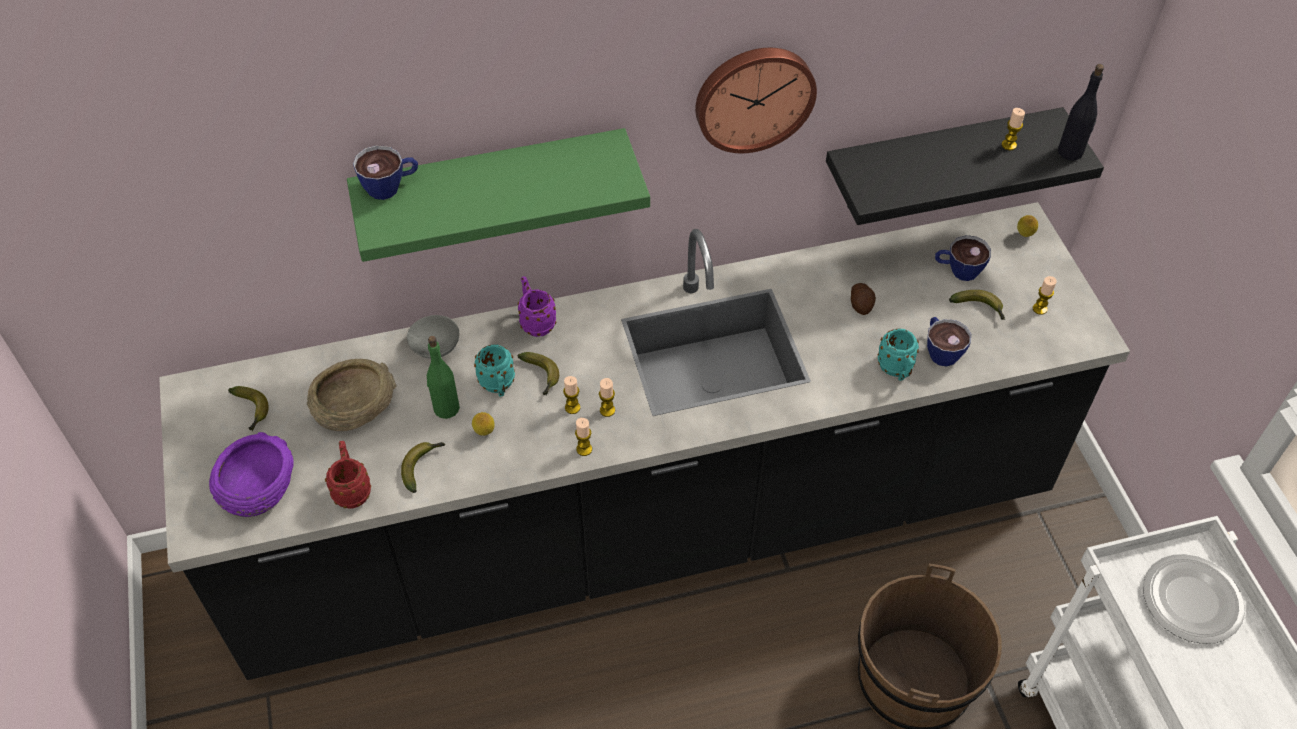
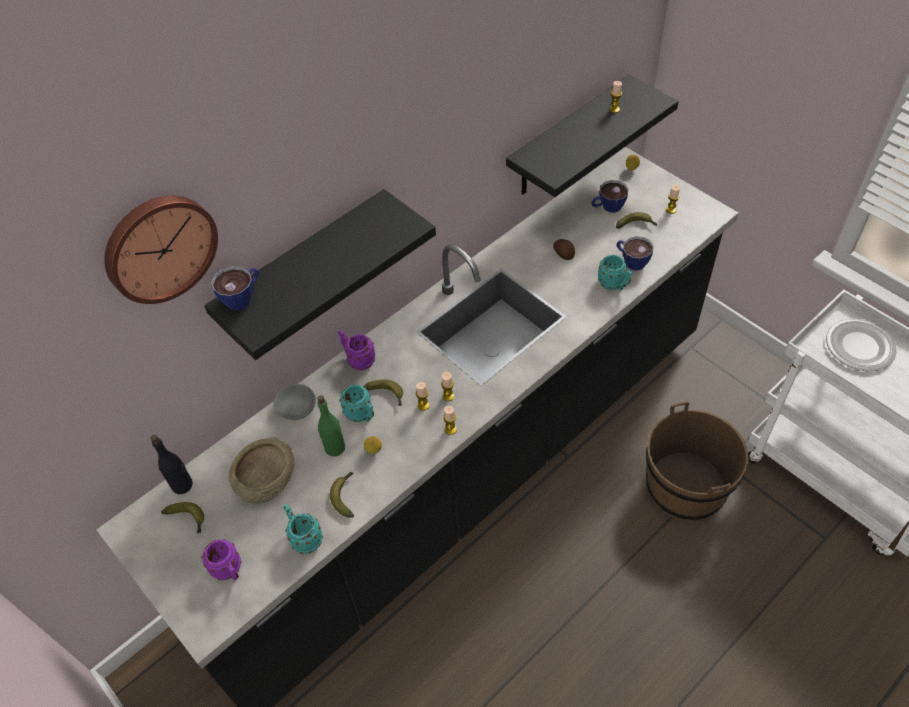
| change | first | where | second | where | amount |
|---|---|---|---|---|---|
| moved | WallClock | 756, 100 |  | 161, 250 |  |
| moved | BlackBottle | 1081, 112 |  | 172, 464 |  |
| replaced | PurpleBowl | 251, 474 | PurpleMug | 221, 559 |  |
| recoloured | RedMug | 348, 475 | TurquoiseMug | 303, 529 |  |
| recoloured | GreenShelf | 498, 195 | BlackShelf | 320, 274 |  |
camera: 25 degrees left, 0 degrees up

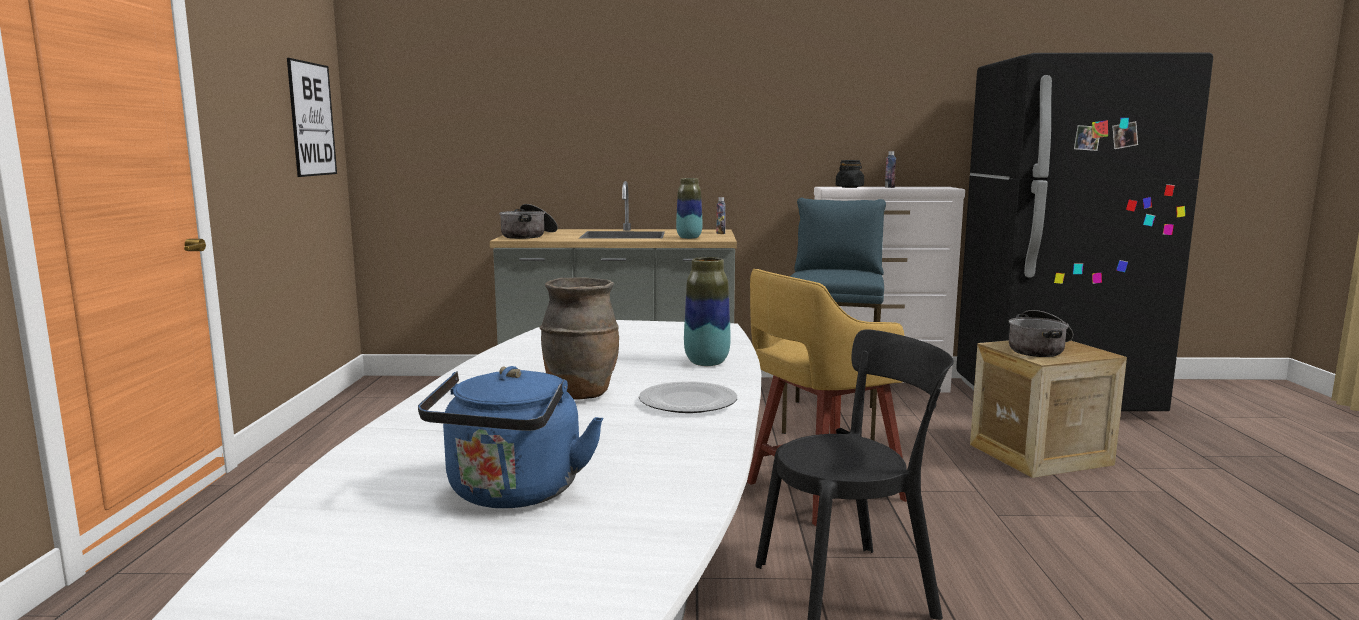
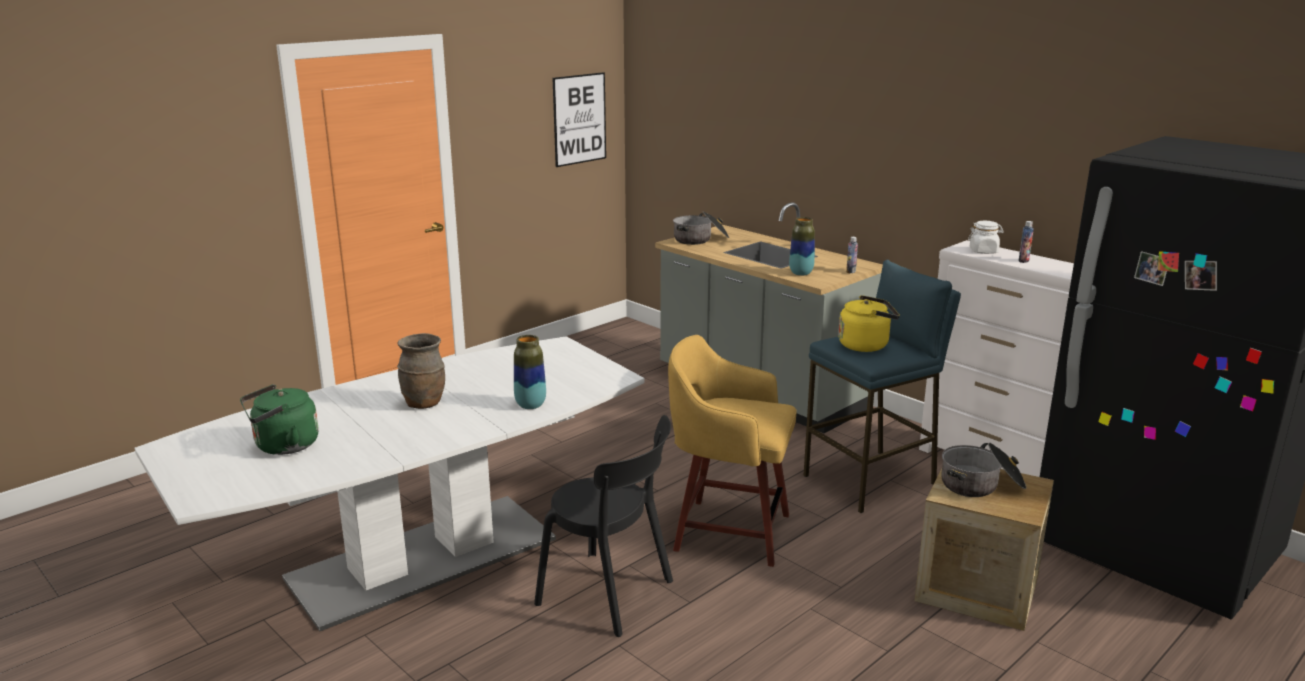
| change | first | where | second | where | amount |
|---|---|---|---|---|---|
| removed | Plate | 688, 397 |  |  |  |
| added |  |  | YellowKettle | 869, 323 |  |
| recoloured | BlueKettle | 510, 437 | GreenKettle | 279, 419 |  |
| recoloured | BlackJar | 850, 174 | WhiteJar | 986, 237 |  |
camera: 45 degrees right, 10 degrees up

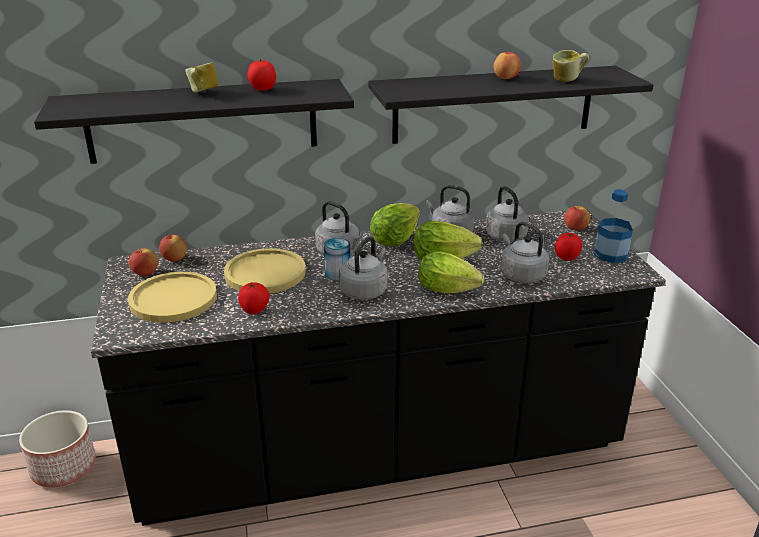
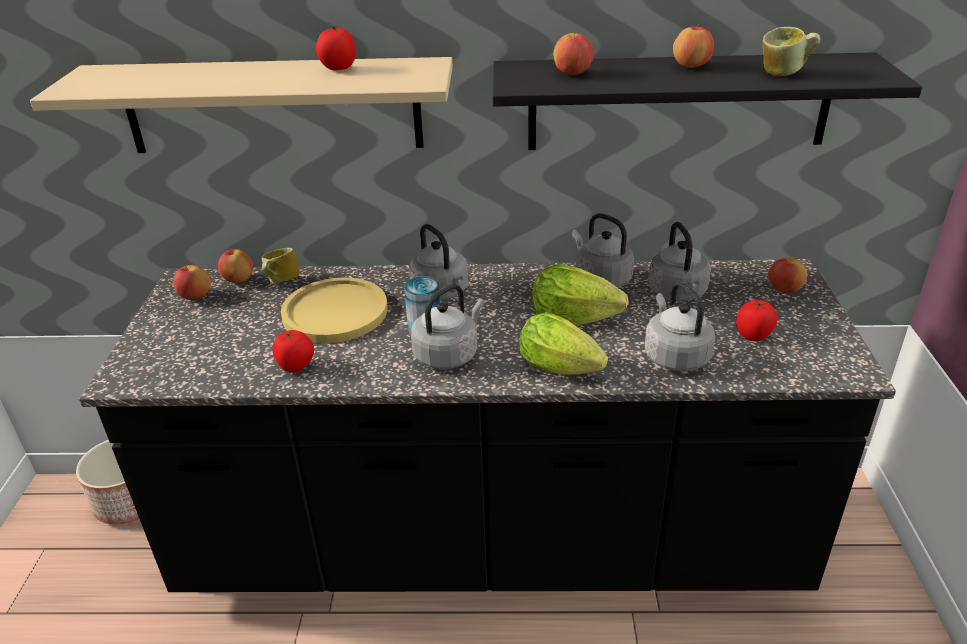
| change | first | where | second | where | amount |
|---|---|---|---|---|---|
| removed | YellowPlate | 172, 297 |  |  |  |
| removed | Lettuce | 395, 224 |  |  |  |
| removed | Bottle | 613, 226 |  |  |  |
| added |  |  | Apple | 573, 54 |  |
| moved | Mug | 201, 77 |  | 281, 266 |  |
| recoloured | BlackShelf | 194, 121 | BeigeShelf | 241, 105 |  |
camera: 15 degrees right, 5 degrees up

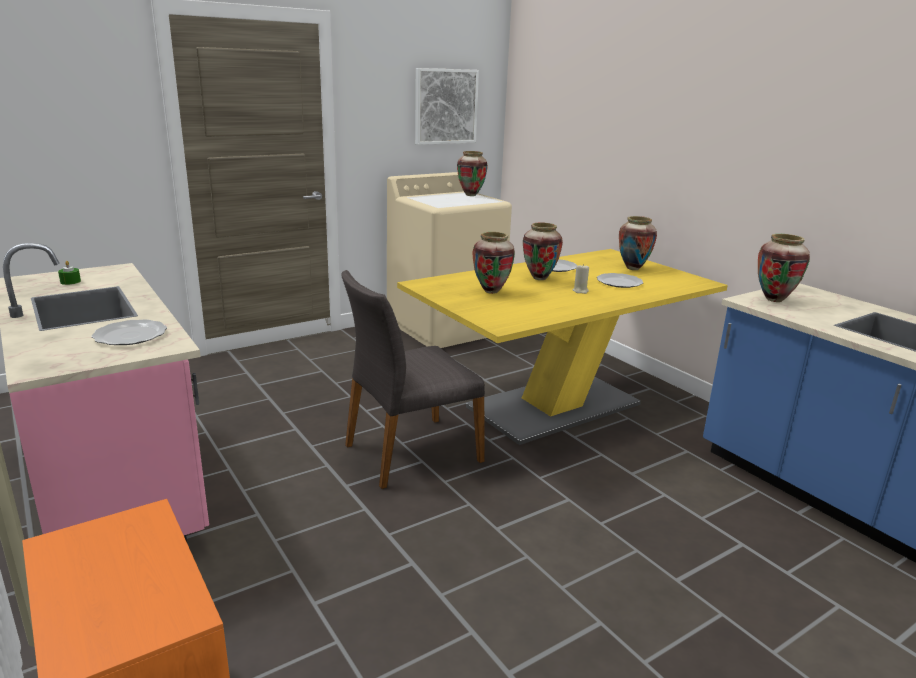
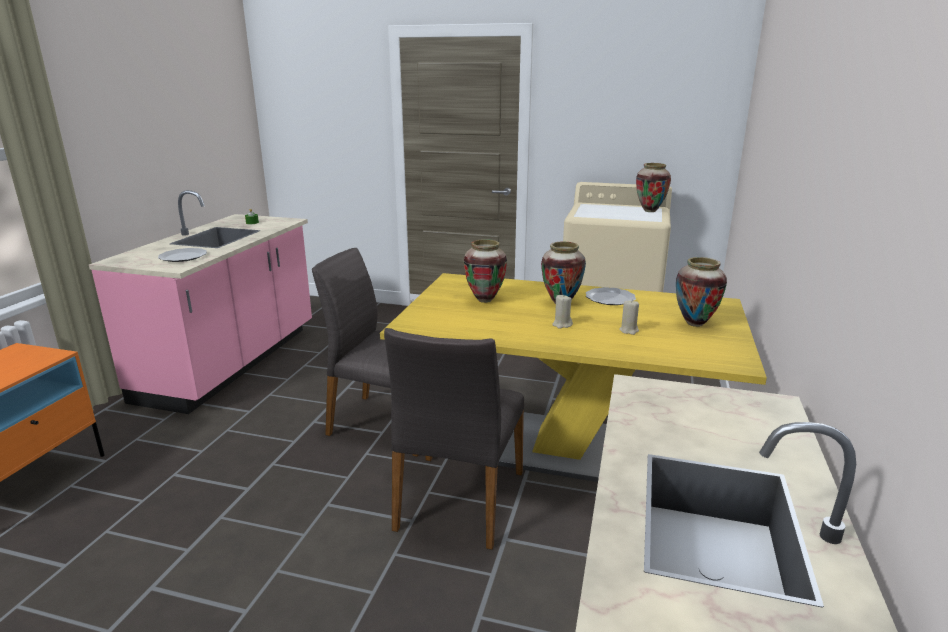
| change | first | where | second | where | amount |
|---|---|---|---|---|---|
| removed | Picture | 447, 106 |  |  |  |
| removed | Vase | 784, 268 |  |  |  |
| added |  |  | GreyChair | 454, 439 |  |
| replaced | Plate | 620, 280 | BeigeCandle | 629, 317 |  |
camera: 50 degrees right, 0 degrees up

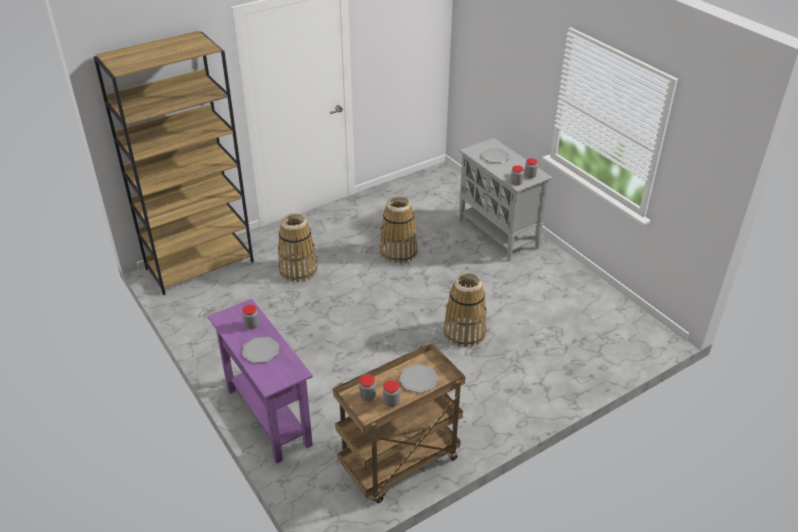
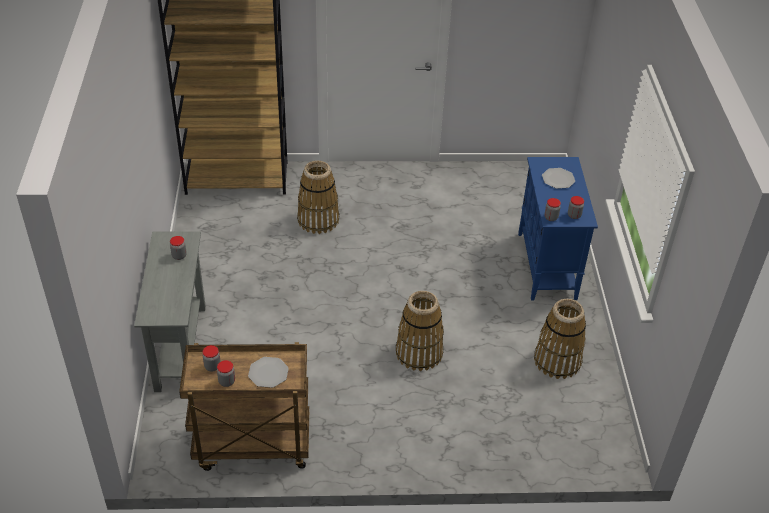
| change | first | where | second | where | amount |
|---|---|---|---|---|---|
| removed | Plate | 260, 350 |  |  |  |
| moved | Basket | 399, 230 |  | 560, 339 |  |
| recoloured | PurpleConsoleTable | 260, 381 | GreyConsoleTable | 170, 311 |  |
| recoloured | GreyCabinet | 505, 200 | BlueCabinet | 558, 228 |  |
camera: 30 degrees right, 5 degrees up

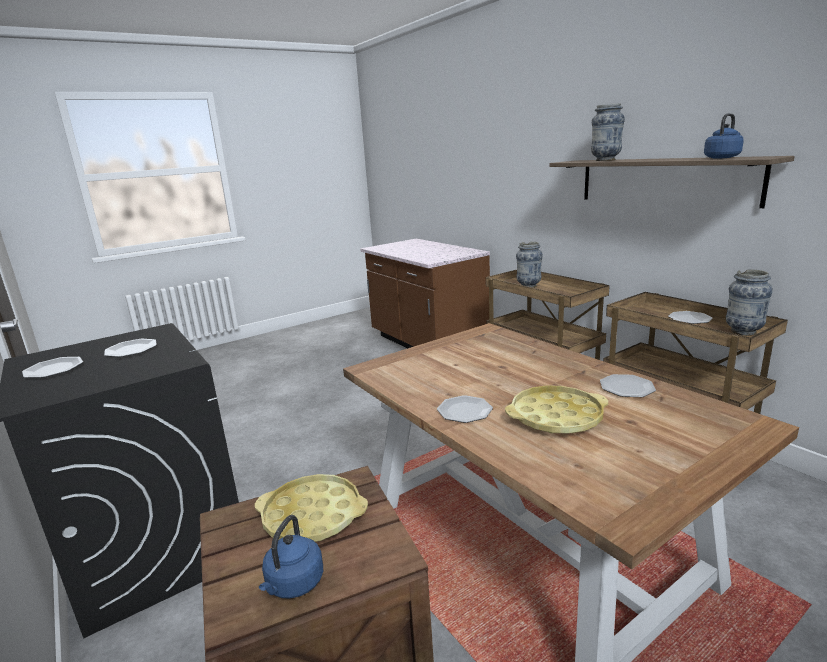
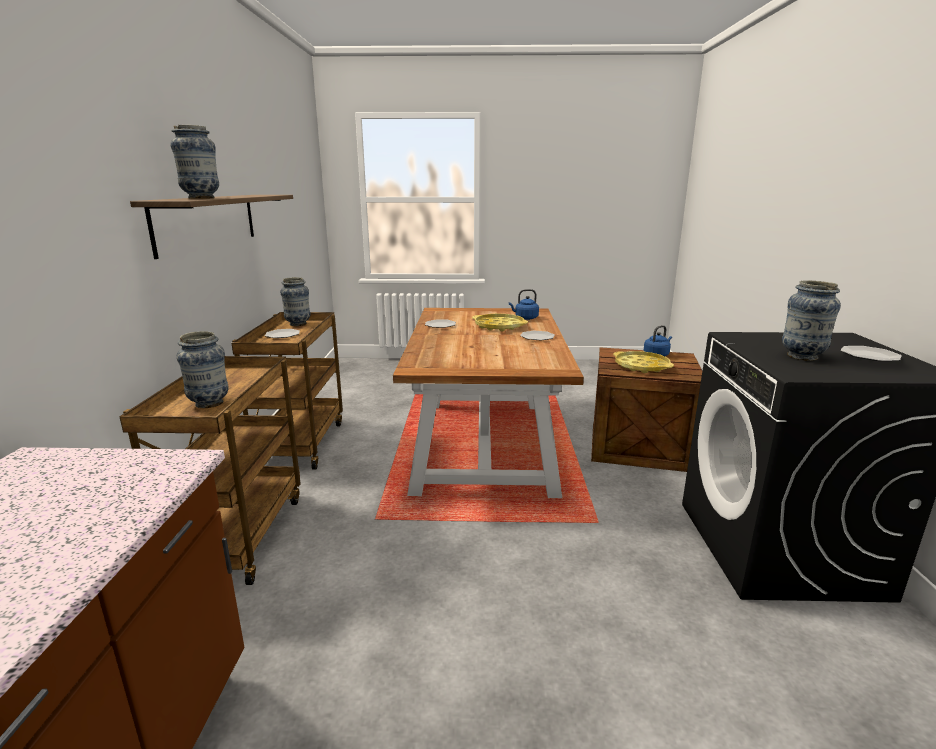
| change | first | where | second | where | amount |
|---|---|---|---|---|---|
| moved | BlueKettle | 724, 136 |  | 524, 304 |  |
| replaced | Plate | 130, 348 | Vase | 811, 320 |  |
camera: 145 degrees left, 0 degrees up

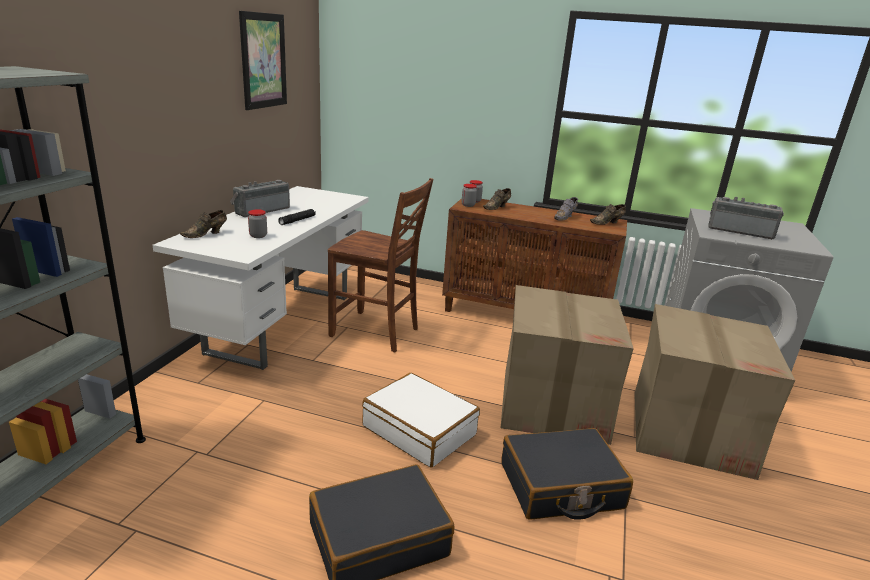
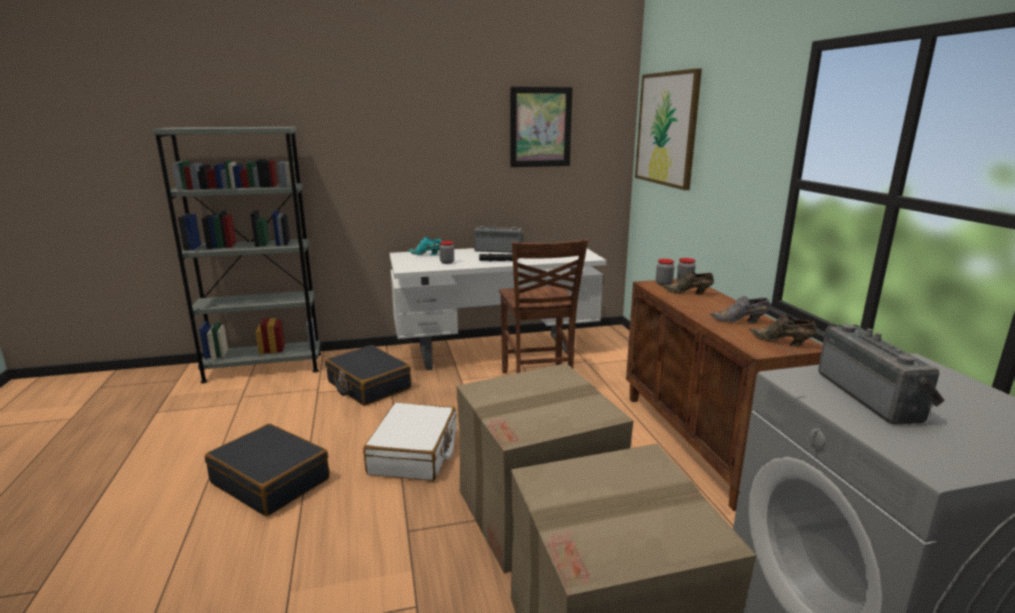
| change | first | where | second | where | amount |
|---|---|---|---|---|---|
| added |  |  | Picture | 668, 129 |  |
| moved | BlackSuitcase | 567, 474 |  | 368, 375 |  |
| recoloured | BrownShoe | 203, 224 | TurquoiseShoe | 425, 246 |  |
camera: 60 degrees right, 5 degrees down

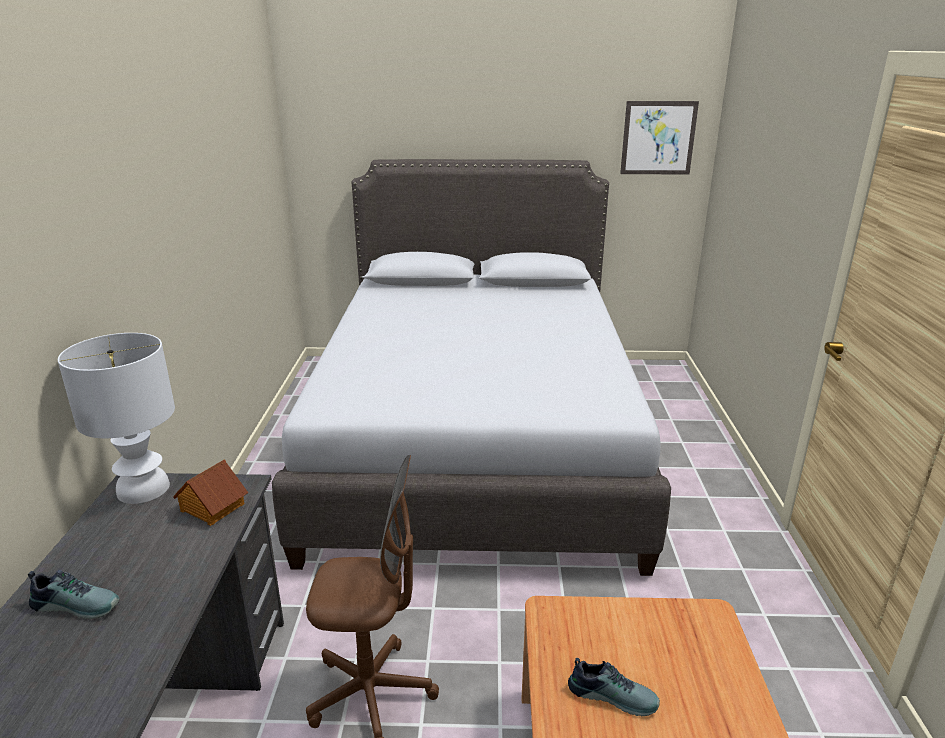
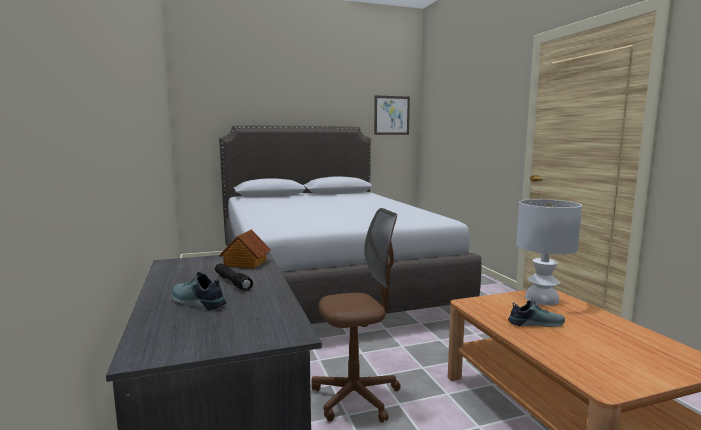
| change | first | where | second | where | amount |
|---|---|---|---|---|---|
| added |  |  | BlackFlashlight | 234, 277 |  |
| moved | WhiteTableLamp | 116, 418 |  | 549, 252 |  |
| turned | Shoe | 74, 594 |  | 198, 291 | 135 degrees counterclockwise |
camera: 20 degrees left, 15 degrees down

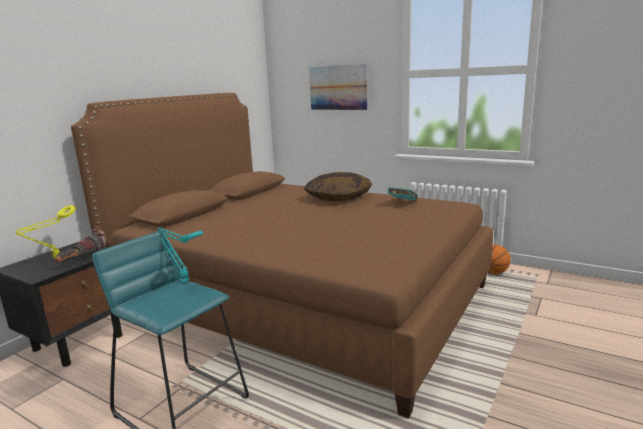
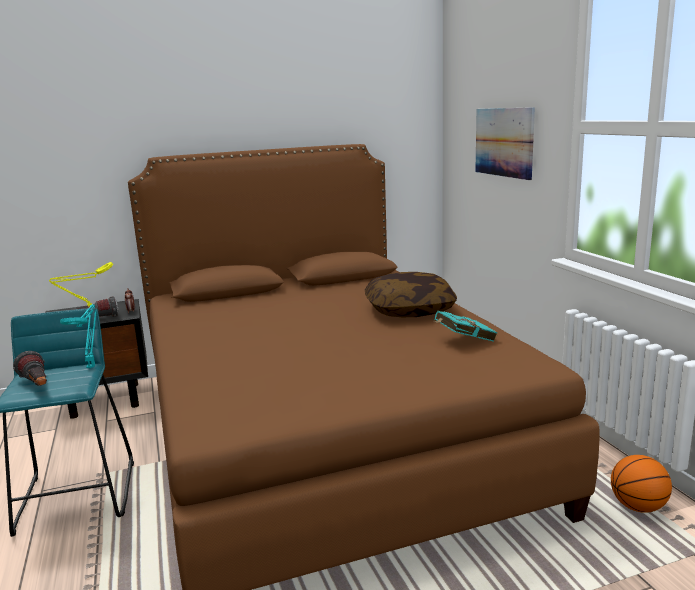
| change | first | where | second | where | amount |
|---|---|---|---|---|---|
| added |  |  | Flashlight | 30, 368 |  |
camera: 40 degrees right, 0 degrees up

